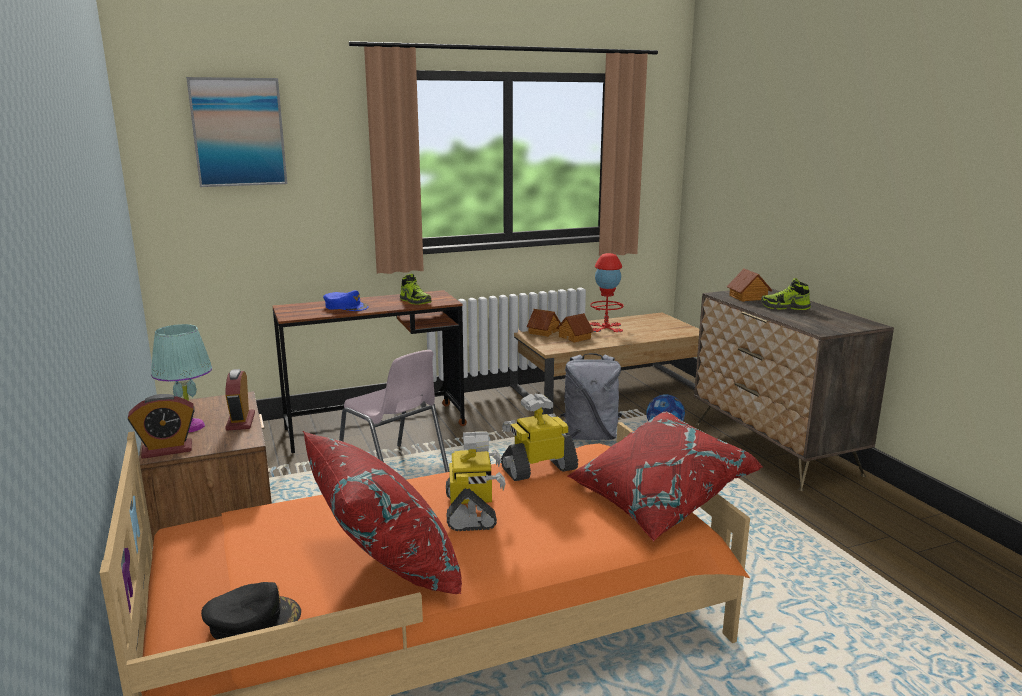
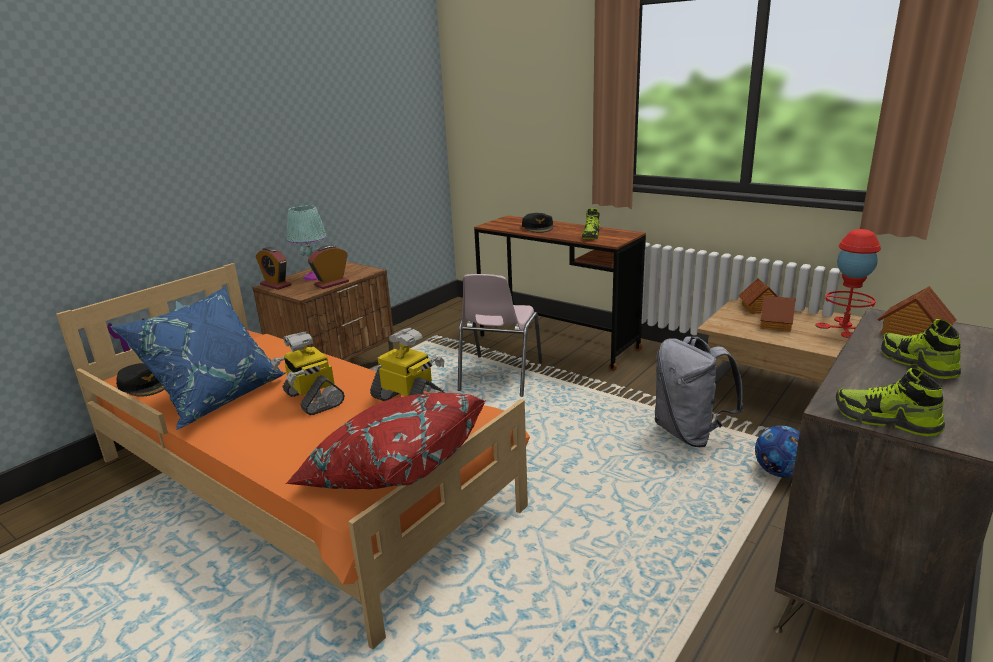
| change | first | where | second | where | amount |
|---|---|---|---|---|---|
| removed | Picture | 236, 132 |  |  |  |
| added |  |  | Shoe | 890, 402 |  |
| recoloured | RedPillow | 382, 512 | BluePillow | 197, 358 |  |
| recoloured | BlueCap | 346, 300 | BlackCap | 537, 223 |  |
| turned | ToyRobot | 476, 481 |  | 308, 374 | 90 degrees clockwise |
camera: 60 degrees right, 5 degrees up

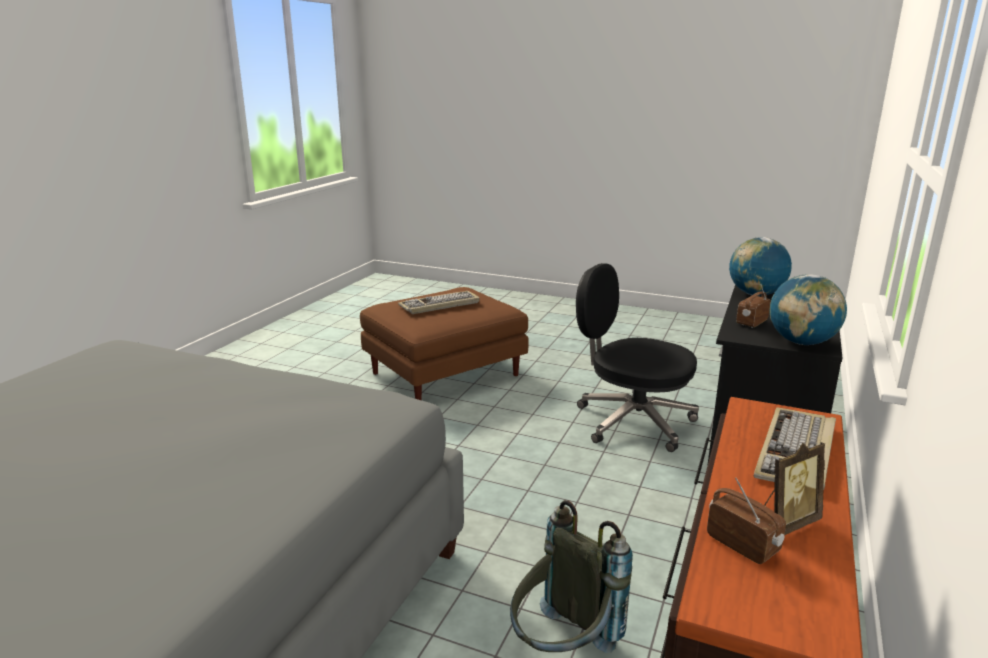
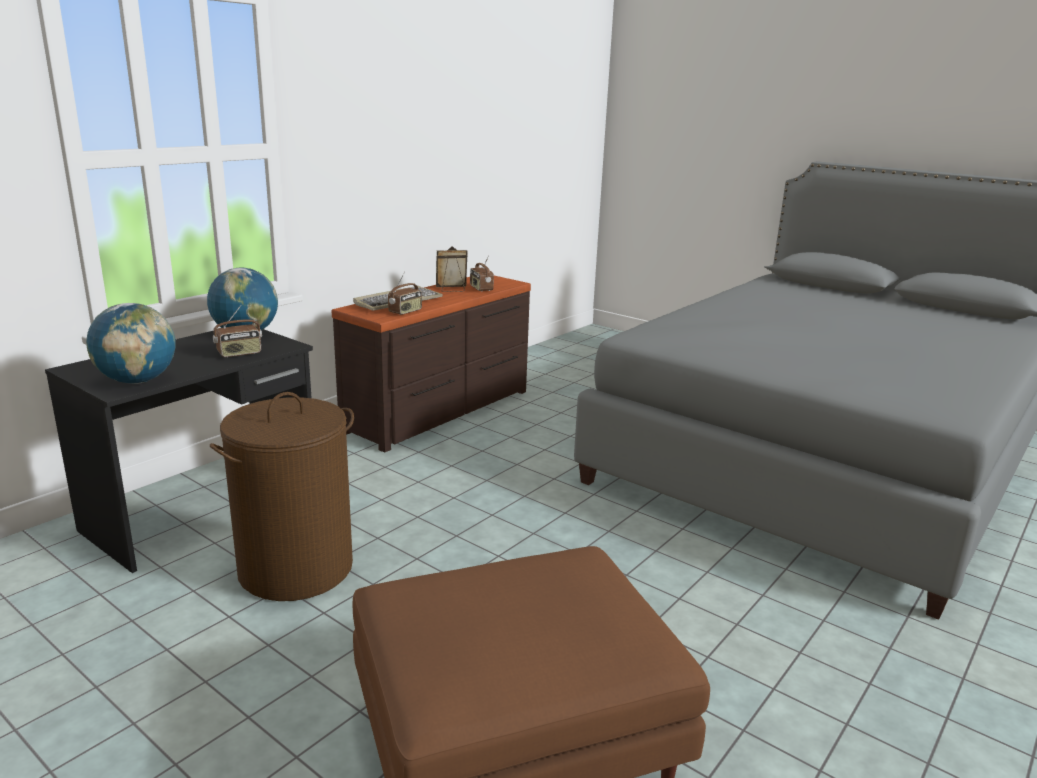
| change | first | where | second | where | amount |
|---|---|---|---|---|---|
| removed | Keyboard | 439, 302 |  |  |  |
| removed | GreyBackpack | 571, 576 |  |  |  |
| added |  |  | Radio | 405, 293 |  |
| replaced | BlackOfficeChair | 637, 357 | BrownLaundryBasket | 282, 496 |  |
camera: 165 degrees left, 0 degrees up

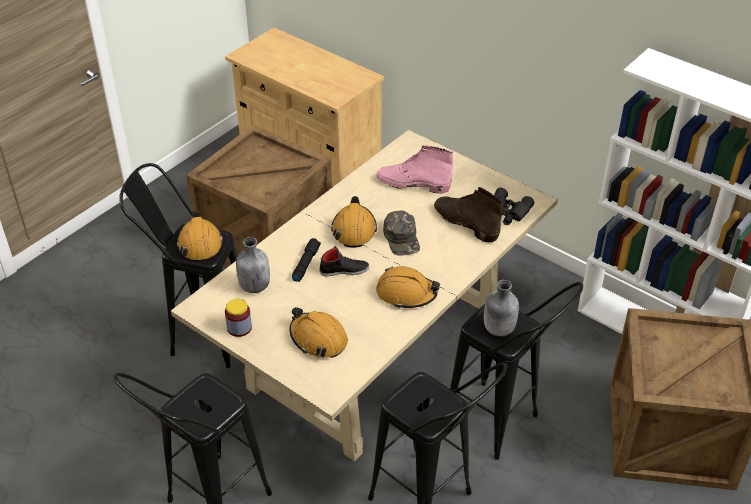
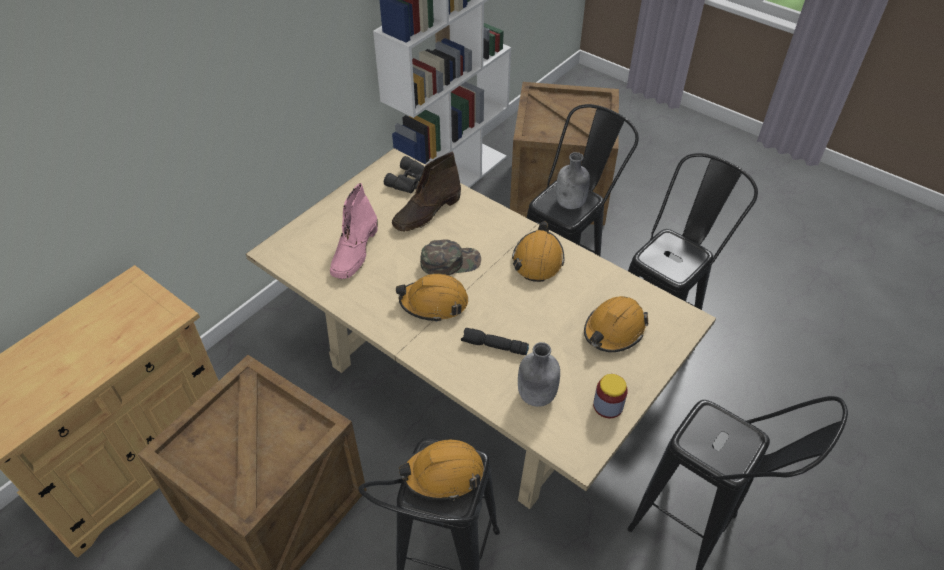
| change | first | where | second | where | amount |
|---|---|---|---|---|---|
| removed | BlackShoe | 344, 261 |  |  |  |
camera: 90 degrees left, 5 degrees up

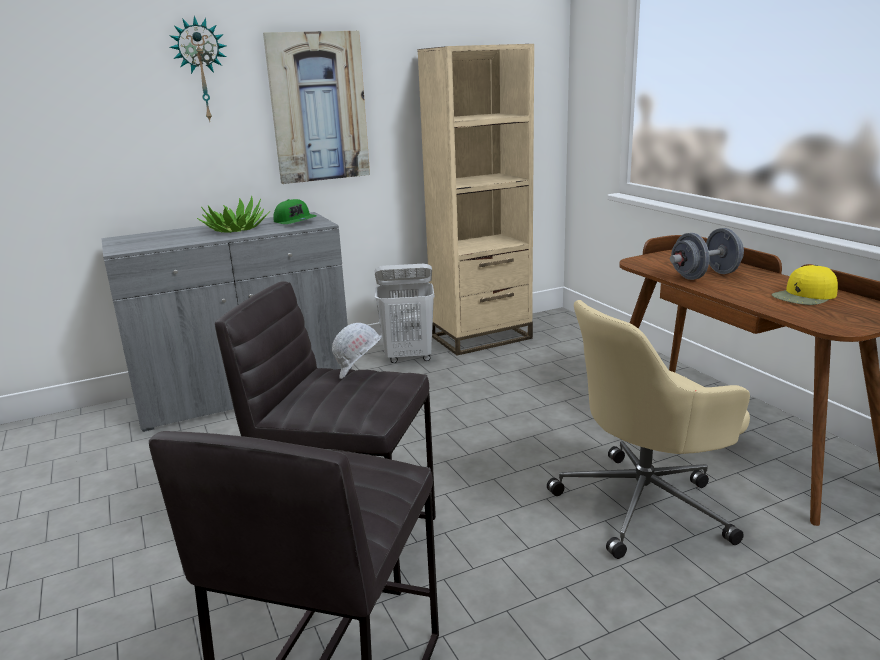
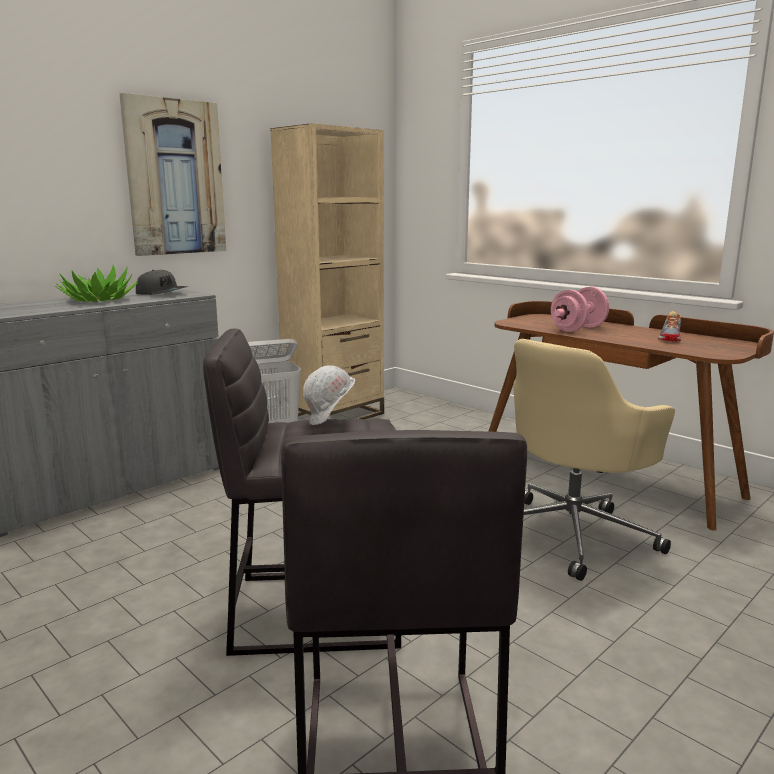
| change | first | where | second | where | amount |
|---|---|---|---|---|---|
| removed | WallClock | 198, 68 |  |  |  |
| replaced | YellowCap | 805, 285 | Shoe | 669, 326 |  |
| recoloured | GreenCap | 295, 211 | GreyCap | 162, 282 |  |
| recoloured | GreyDumbbell | 707, 254 | PinkDumbbell | 580, 309 |  |
camera: 20 degrees left, 5 degrees down

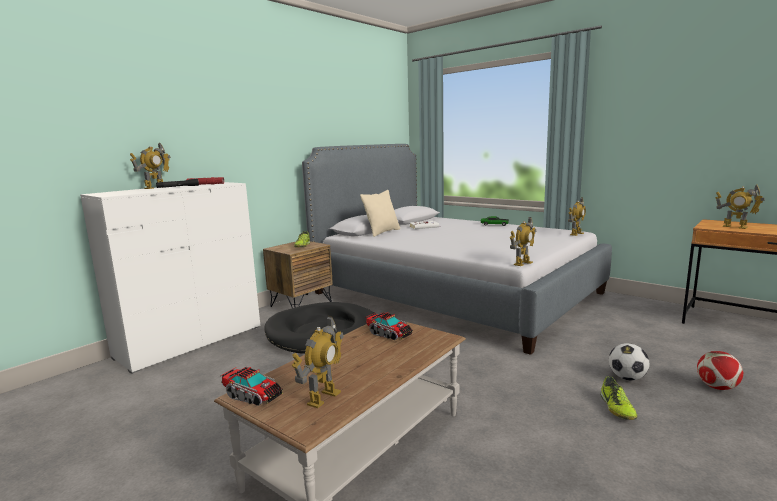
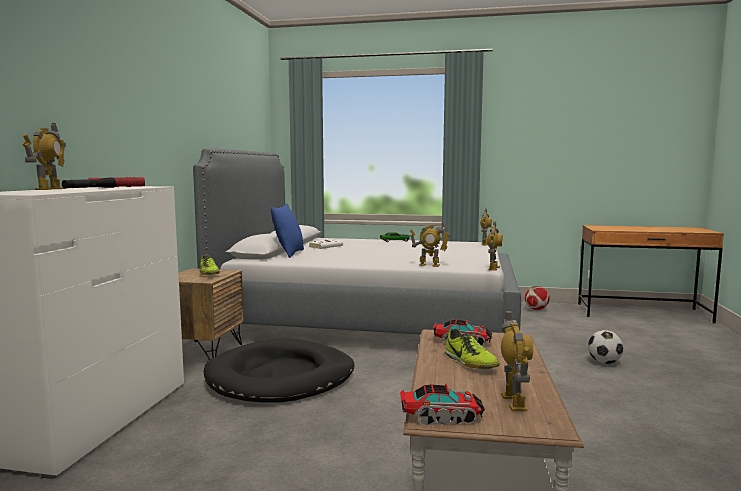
| change | first | where | second | where | amount |
|---|---|---|---|---|---|
| moved | Shoe | 618, 398 |  | 472, 349 |  |
| moved | Football | 720, 370 |  | 537, 298 |  |
| moved | ToyRobot | 740, 206 |  | 430, 244 |  |
| recoloured | BeigePillow | 380, 213 | BluePillow | 287, 230 |  |
camera: 30 degrees left, 5 degrees down

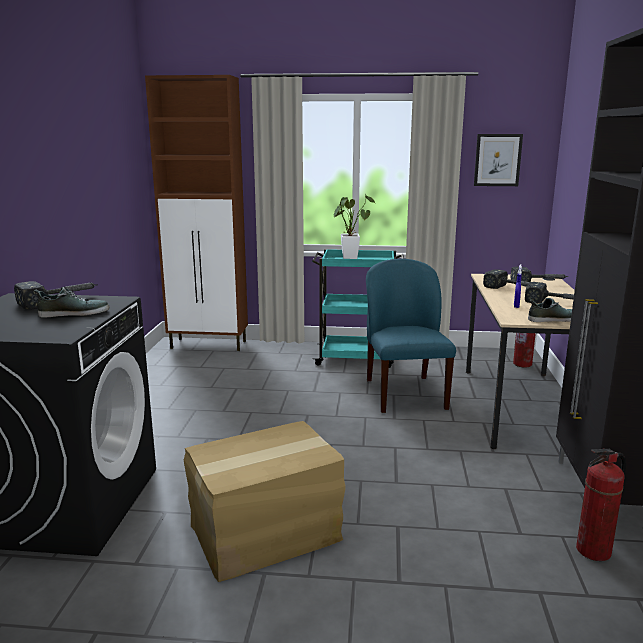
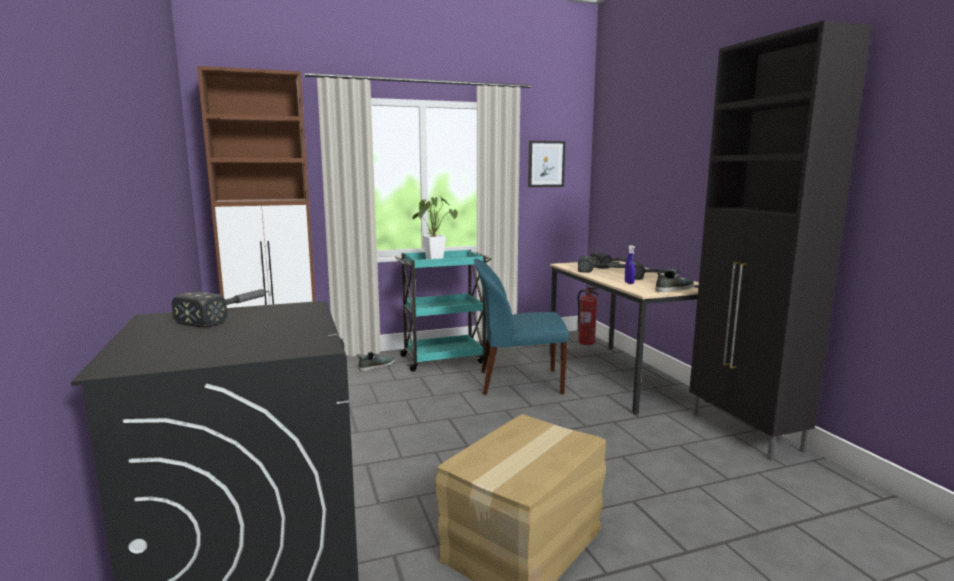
| change | first | where | second | where | amount |
|---|---|---|---|---|---|
| removed | FireExtinguisher | 601, 504 |  |  |  |
| moved | Shoe | 71, 302 |  | 376, 361 |  |
| turned | BlueChair | 411, 336 |  | 521, 326 | 60 degrees counterclockwise |
camera: 25 degrees left, 5 degrees down

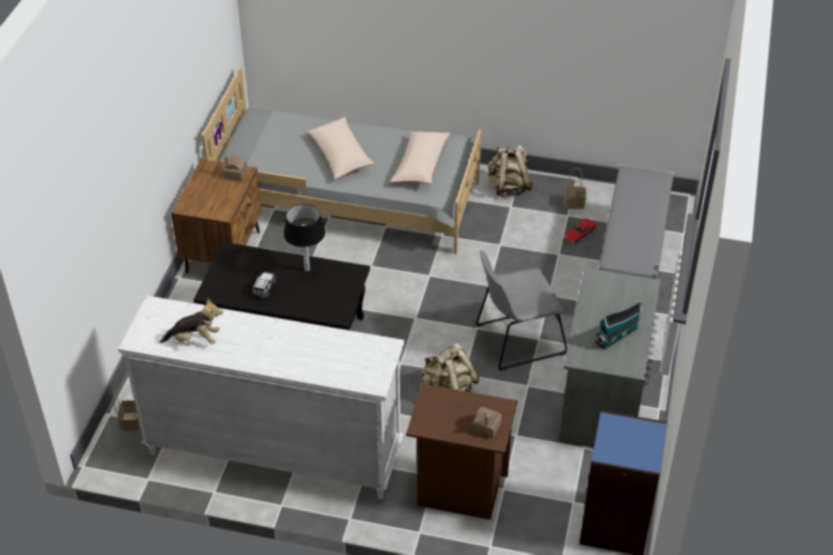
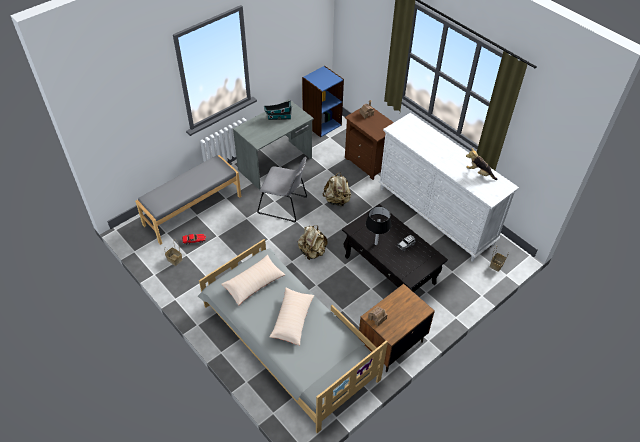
| change | first | where | second | where | amount |
|---|---|---|---|---|---|
| moved | BeigeBackpack | 511, 171 |  | 312, 242 |  |
camera: 145 degrees left, 5 degrees up

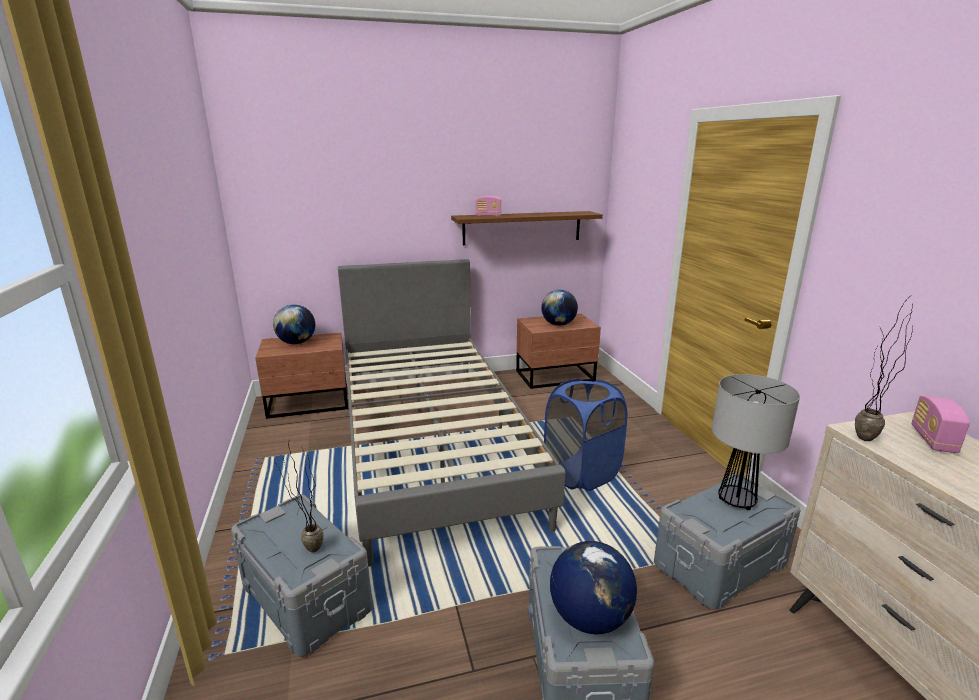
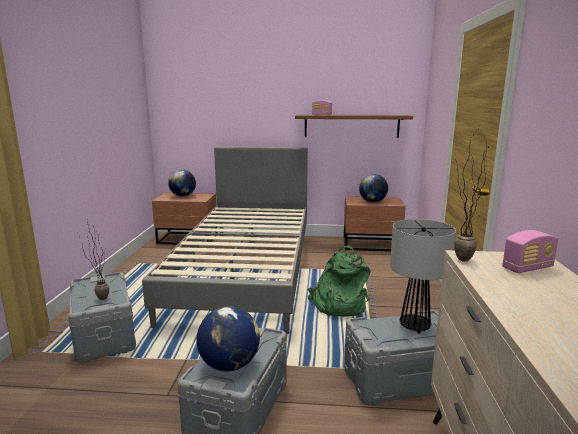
| change | first | where | second | where | amount |
|---|---|---|---|---|---|
| replaced | BlueLaundryBasket | 585, 434 | GreenBackpack | 339, 281 |  |
| turned | Radio | 940, 424 |  | 530, 251 | 150 degrees counterclockwise |
camera: 20 degrees right, 5 degrees down

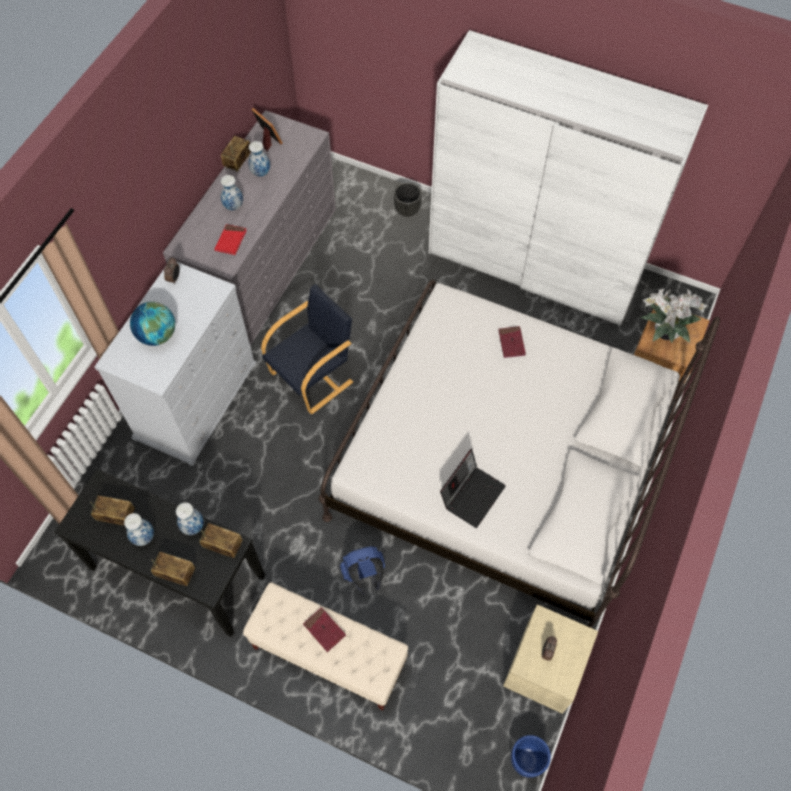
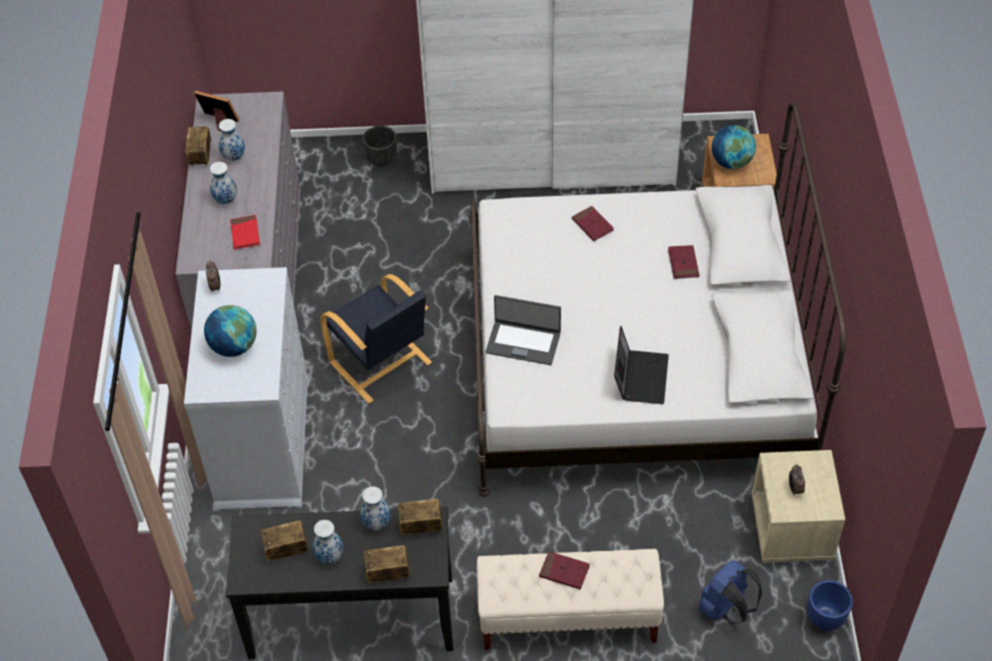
| change | first | where | second | where | amount |
|---|---|---|---|---|---|
| added |  |  | Laptop | 523, 330 |  |
| added |  |  | RedBook | 683, 262 |  |
| moved | BlueBackpack | 362, 570 |  | 730, 592 |  |
| replaced | PottedPlant | 674, 315 | Globe | 734, 147 |  |
| turned | BlackArmchair | 307, 349 |  | 376, 339 | 120 degrees clockwise |
camera: 25 degrees left, 10 degrees down

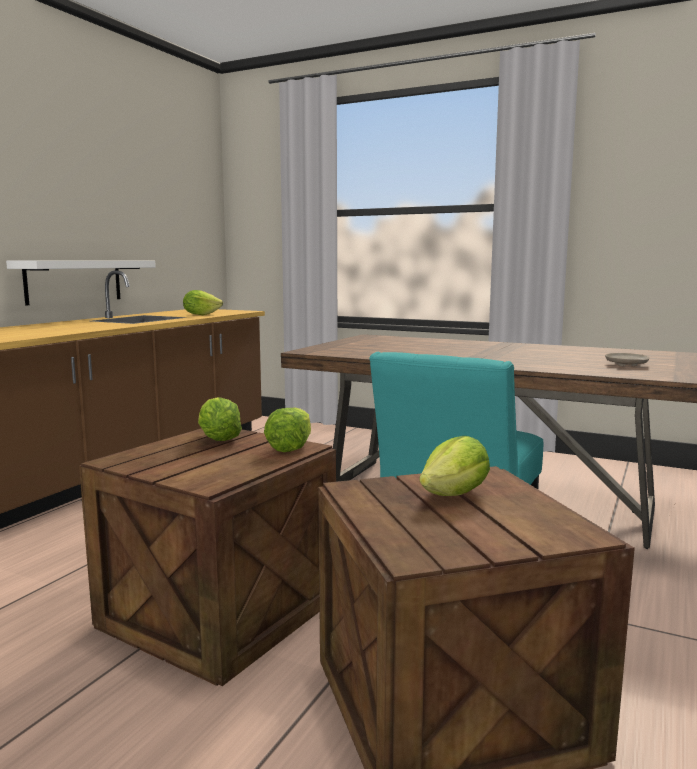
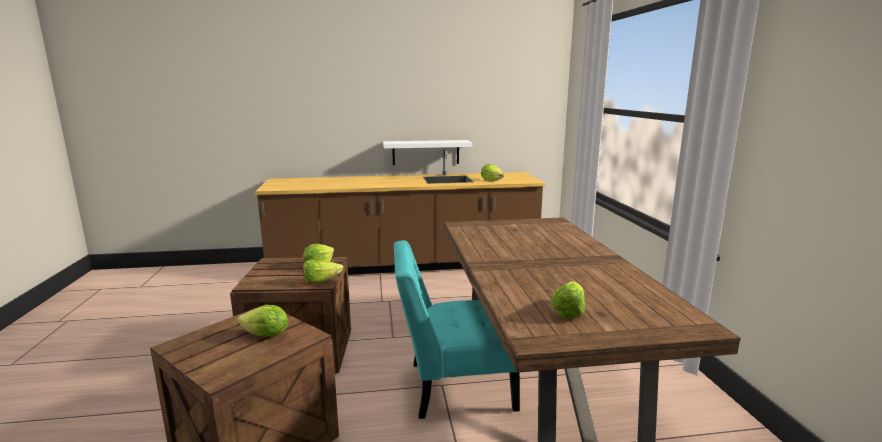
| change | first | where | second | where | amount |
|---|---|---|---|---|---|
| replaced | BeigePlate | 627, 359 | Lettuce | 568, 300 |  |
camera: 55 degrees right, 5 degrees up

